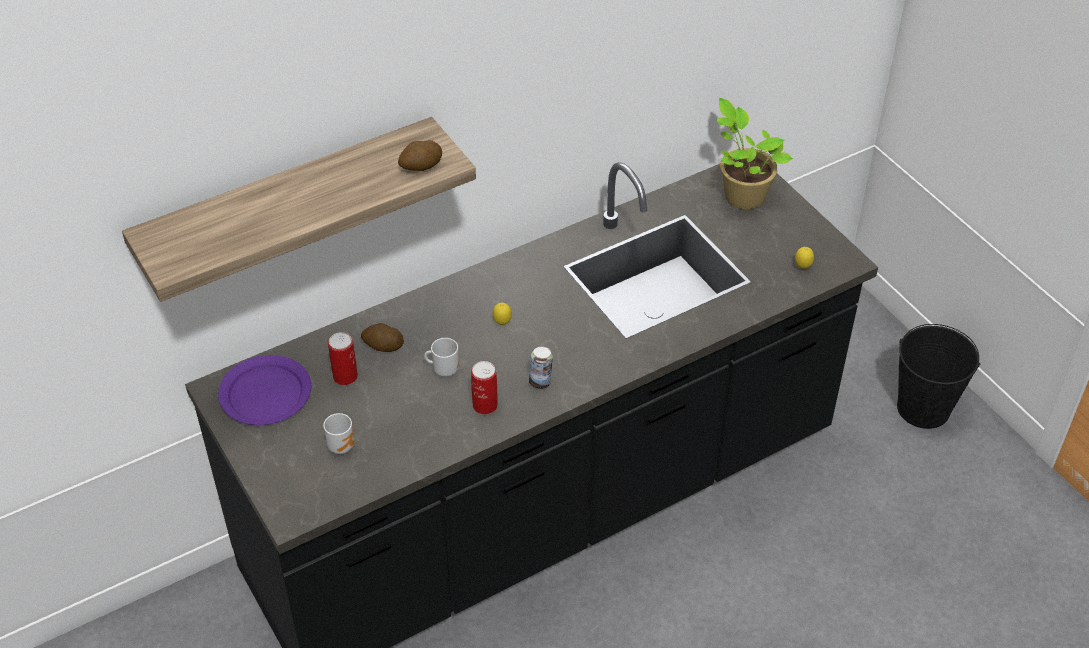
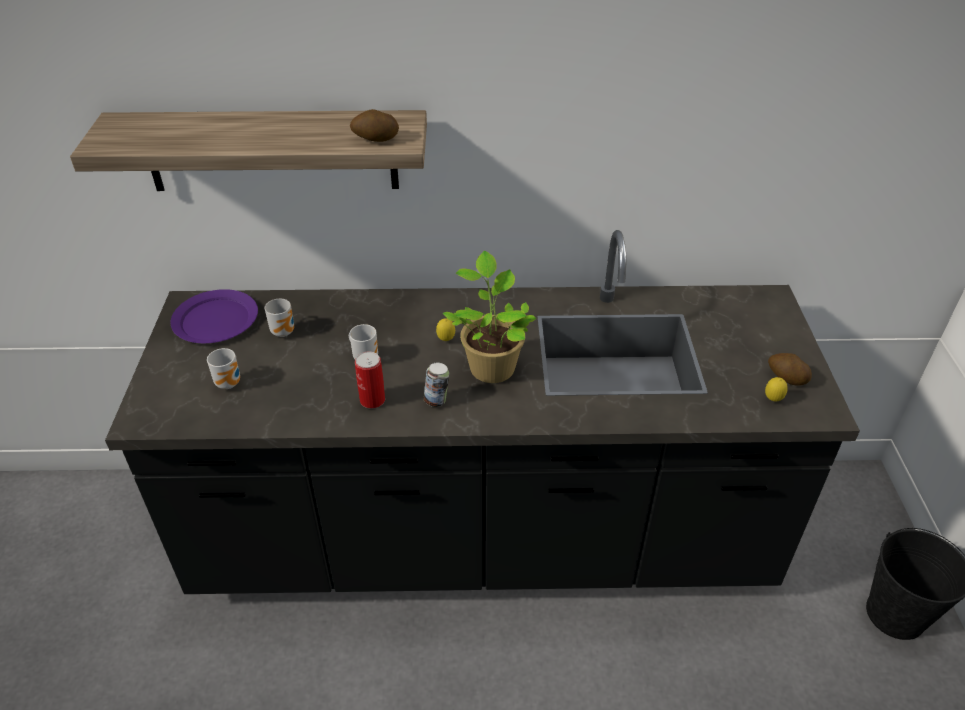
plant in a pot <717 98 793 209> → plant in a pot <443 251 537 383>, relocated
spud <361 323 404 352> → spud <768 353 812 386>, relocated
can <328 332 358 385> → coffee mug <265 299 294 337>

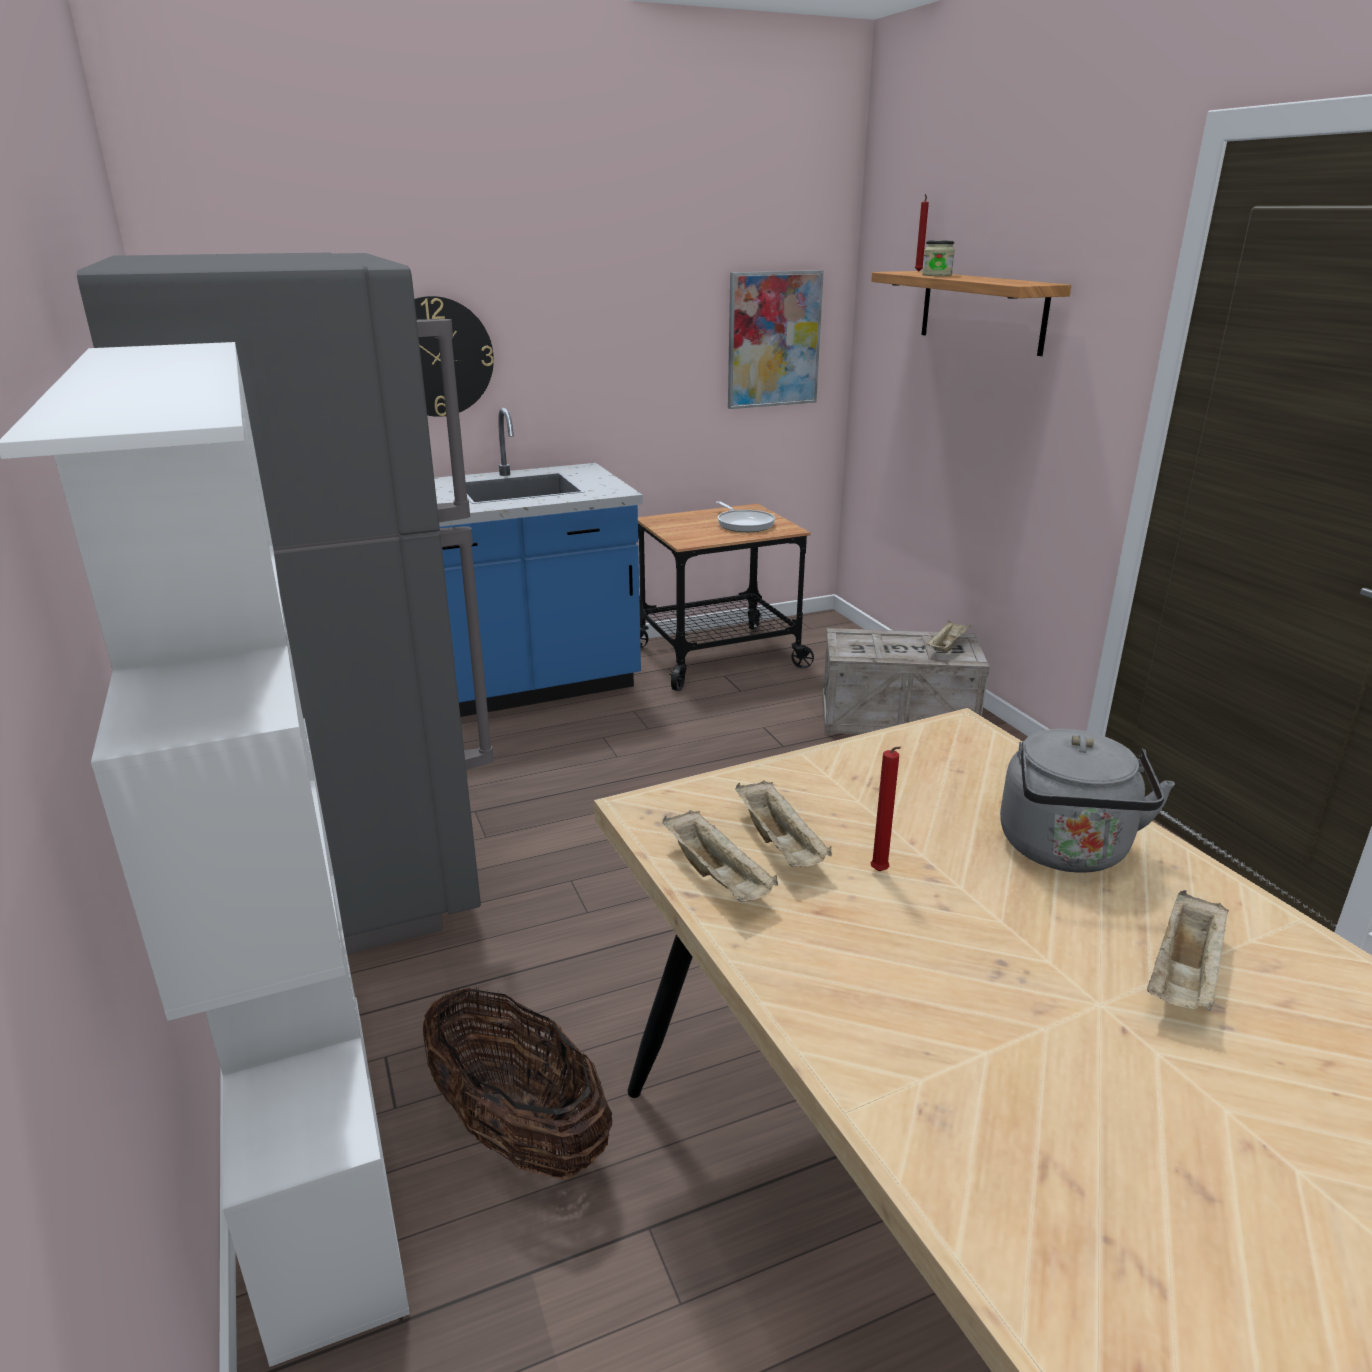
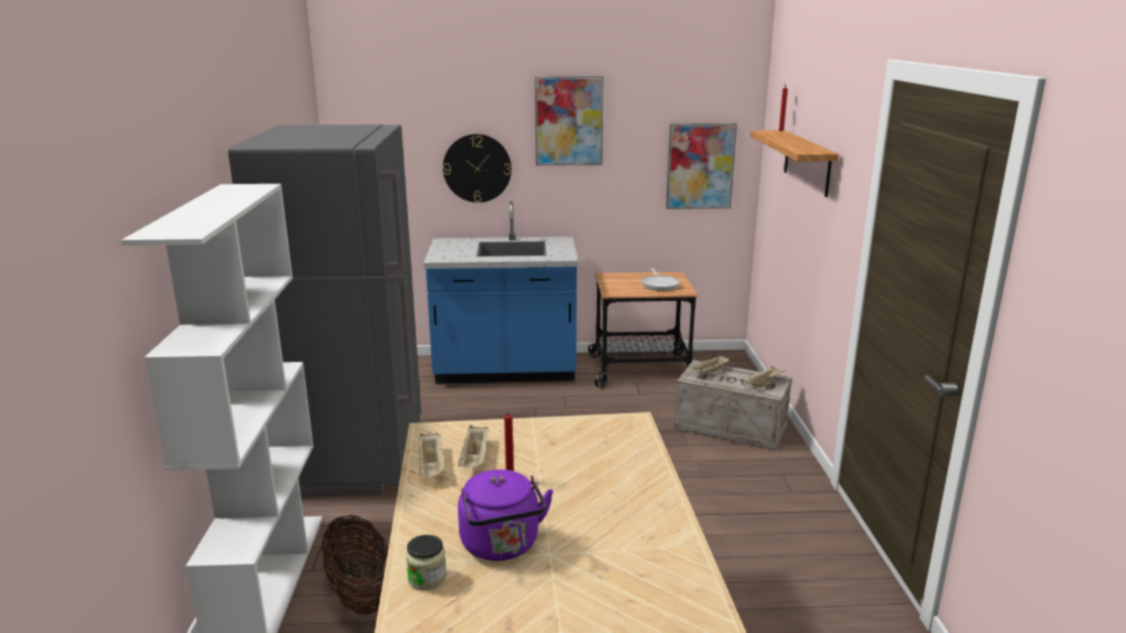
jar <922 240 955 276> → jar <406 535 447 591>, relocated
grey water kettle <1000 729 1175 873> → -
sand-coloured tray <1147 890 1229 1011> → sand-coloured tray <688 355 729 373>, relocated
- → wall picture <535 76 604 166>
- → purplish water kettle <458 469 553 561>

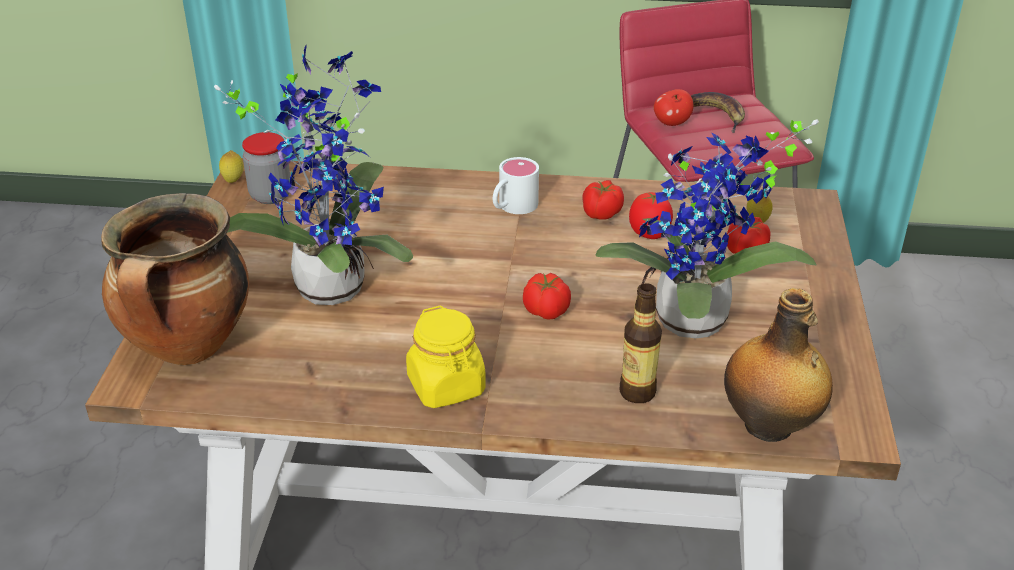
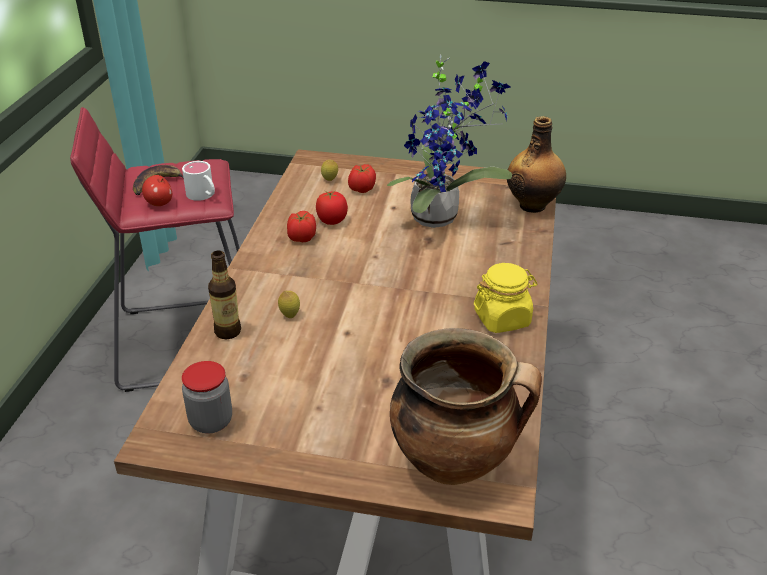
plant in a pot <214 45 413 305> → -
lemon <219 150 244 183> → lemon <278 291 300 318>, relocated
whitish coffee mug <493 157 539 214> → whitish coffee mug <182 161 215 201>, relocated
fresh tomato <523 273 571 320> → -
bottle <620 283 662 403> → bottle <208 250 241 339>, relocated

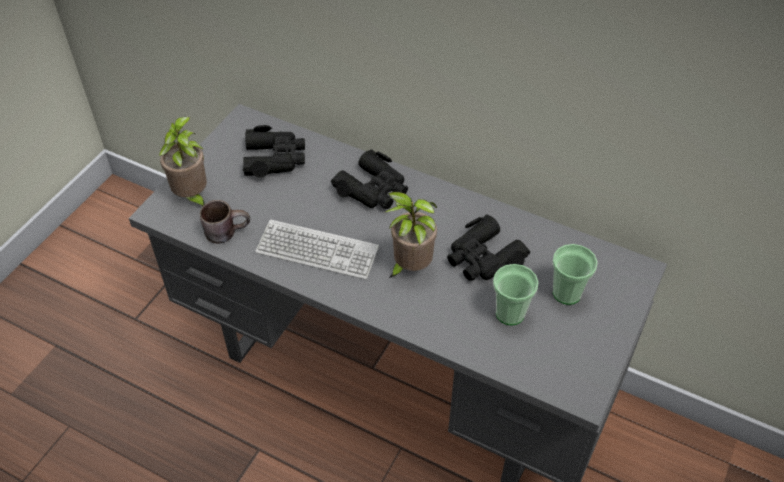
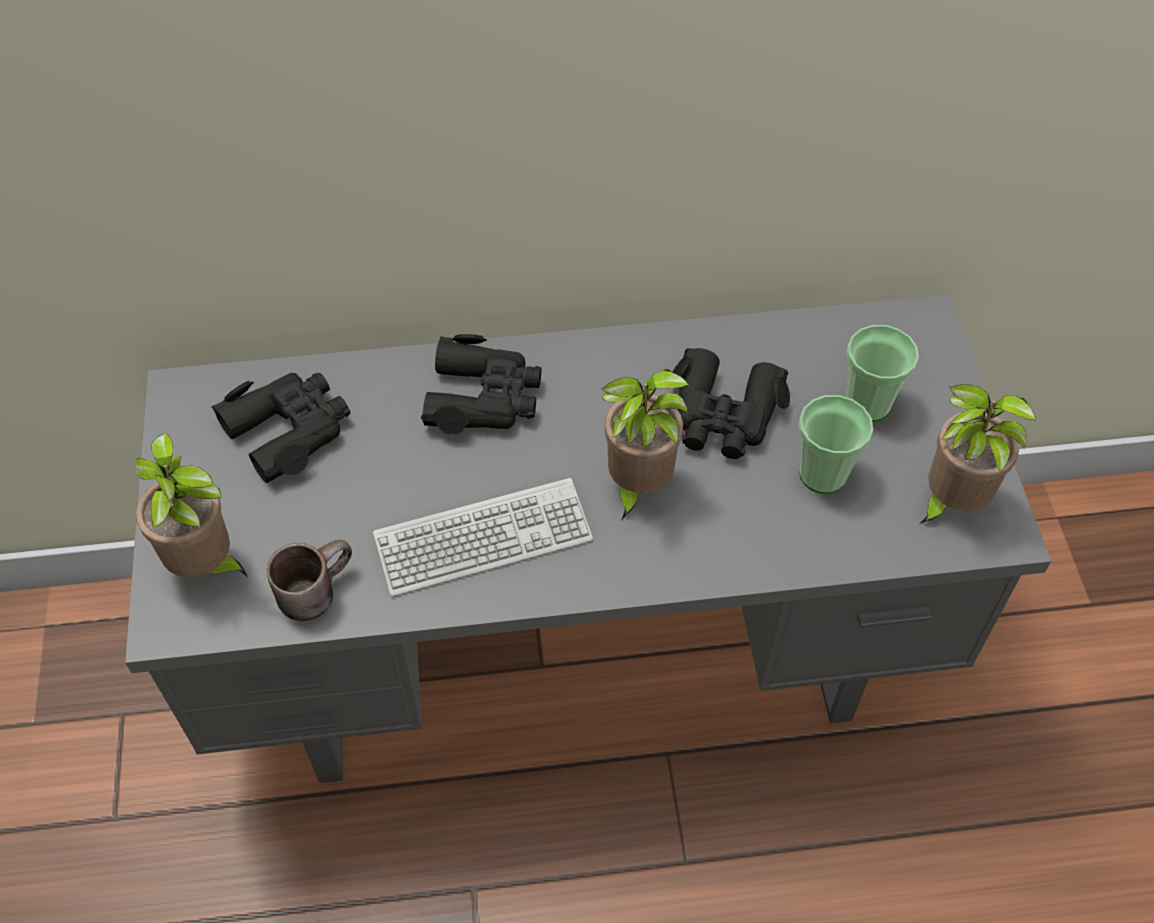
- → plant in a pot <919 385 1036 524>

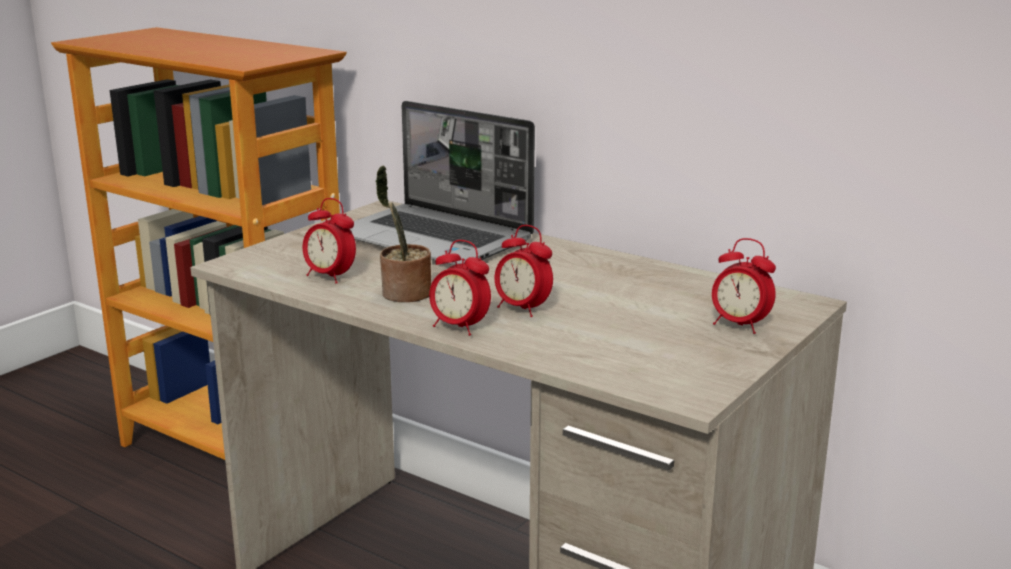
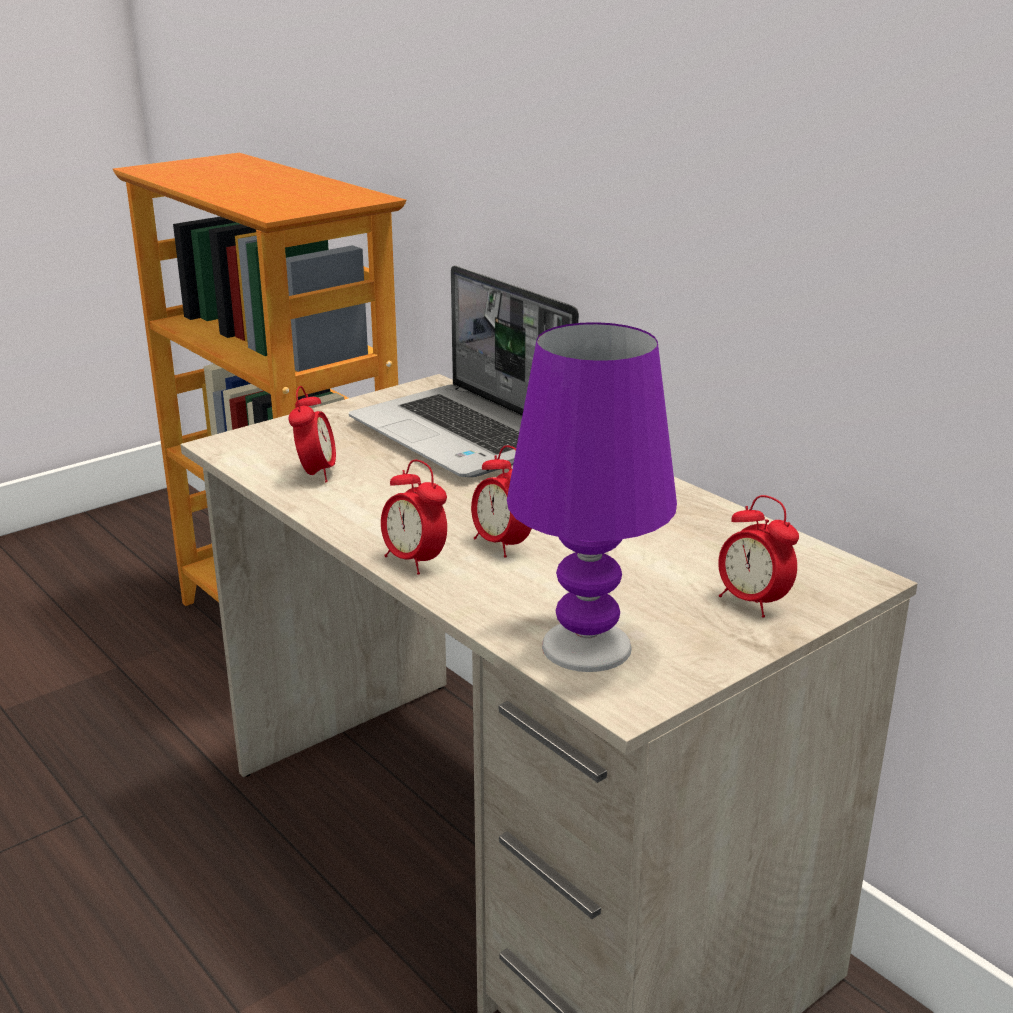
plant in a pot <375 166 431 302> → -
alarm clock <303 198 356 283> → alarm clock <289 386 336 482>, 135 degrees counterclockwise
- → purplish table lamp <507 322 677 672>

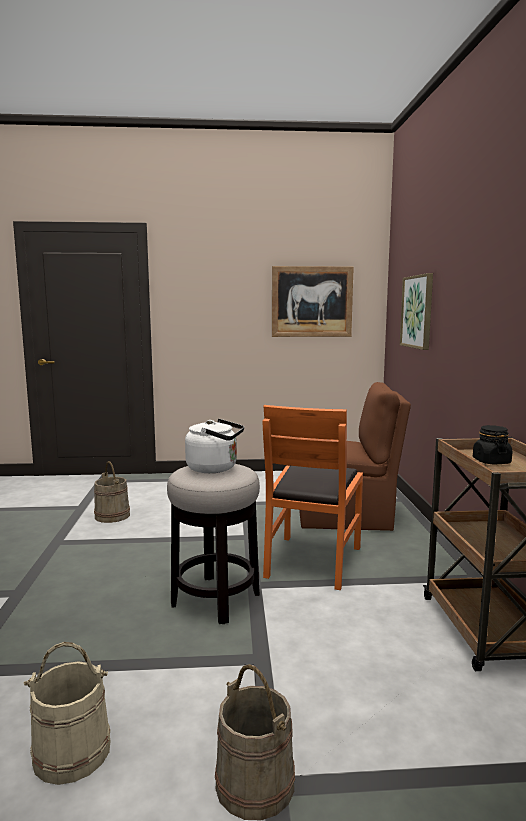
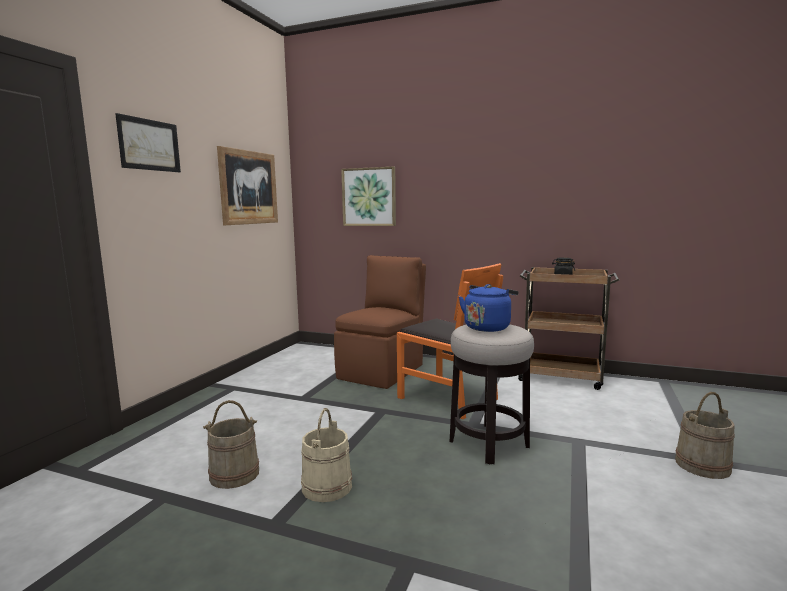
whitish water kettle <185 419 244 473> → bluish water kettle <459 284 519 332>
sand-coloured water bucket <24 642 110 785> → sand-coloured water bucket <301 408 352 502>, relocated
- → wall picture <115 113 181 172>

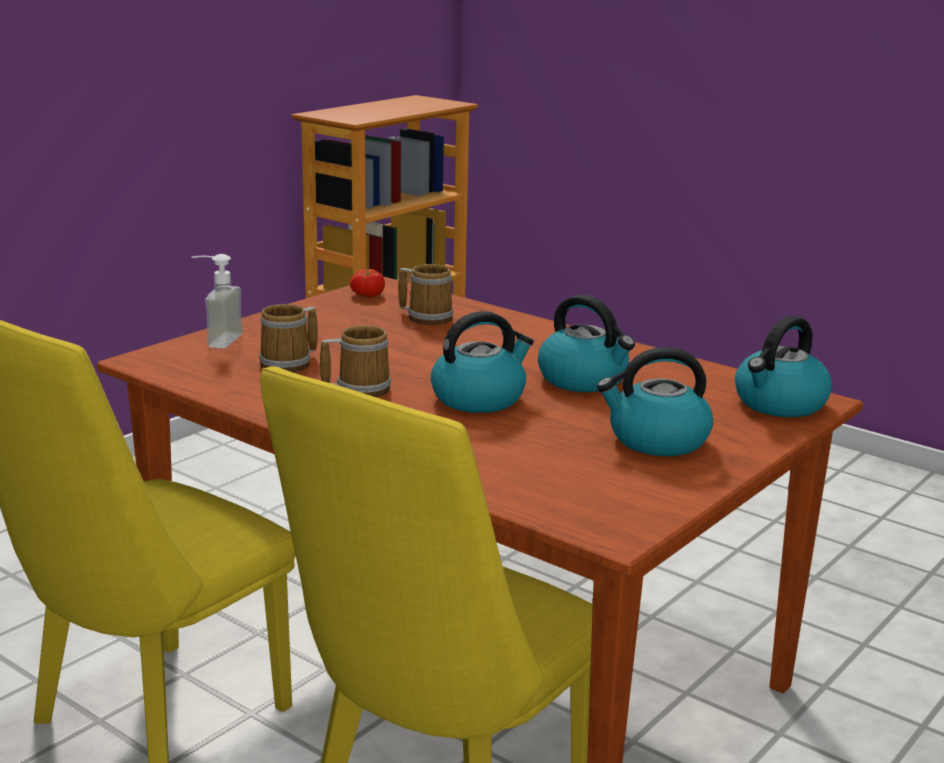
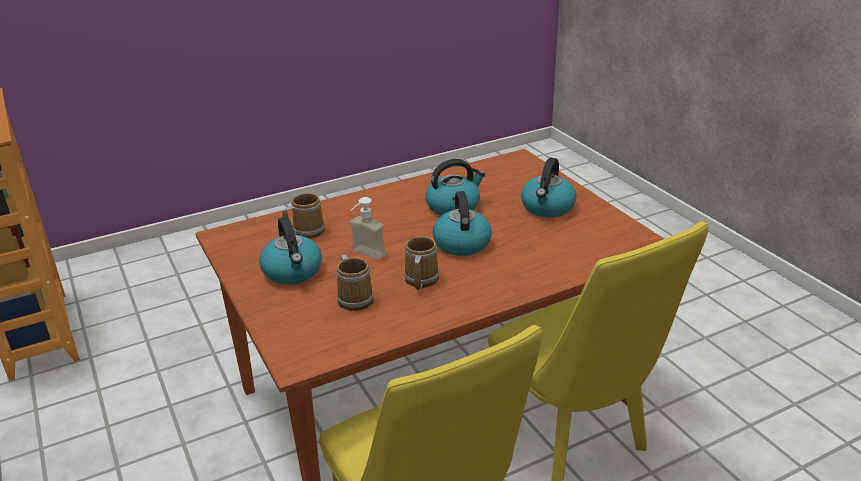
soap dispenser <192 254 243 349> → soap dispenser <350 197 386 260>, relocated
fresh tomato <350 269 385 297> → -
water kettle <735 316 832 417> → water kettle <259 217 322 284>, relocated

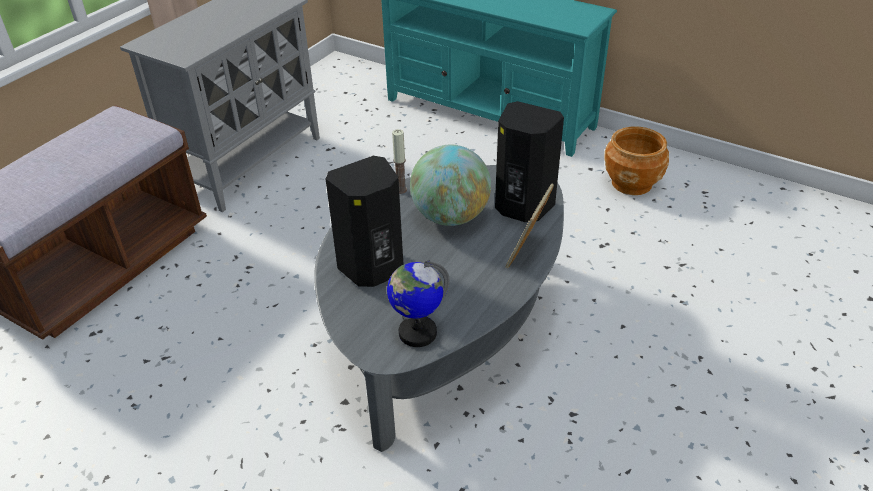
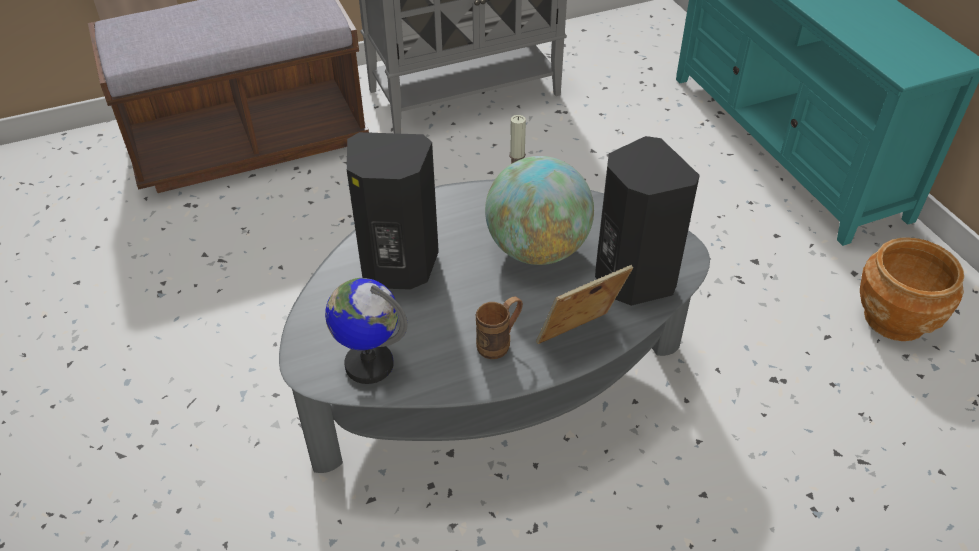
- → brownish coffee mug <476 296 523 359>

